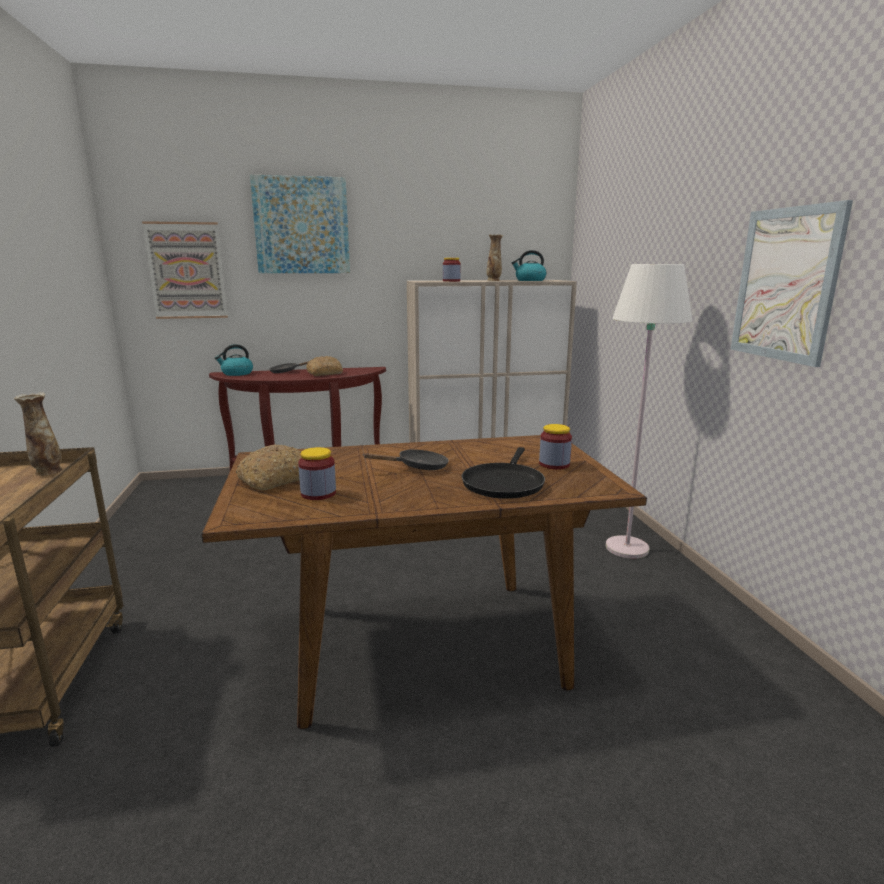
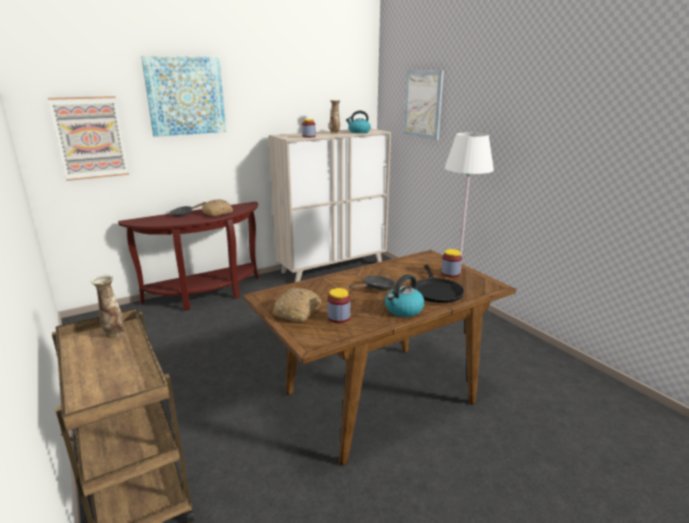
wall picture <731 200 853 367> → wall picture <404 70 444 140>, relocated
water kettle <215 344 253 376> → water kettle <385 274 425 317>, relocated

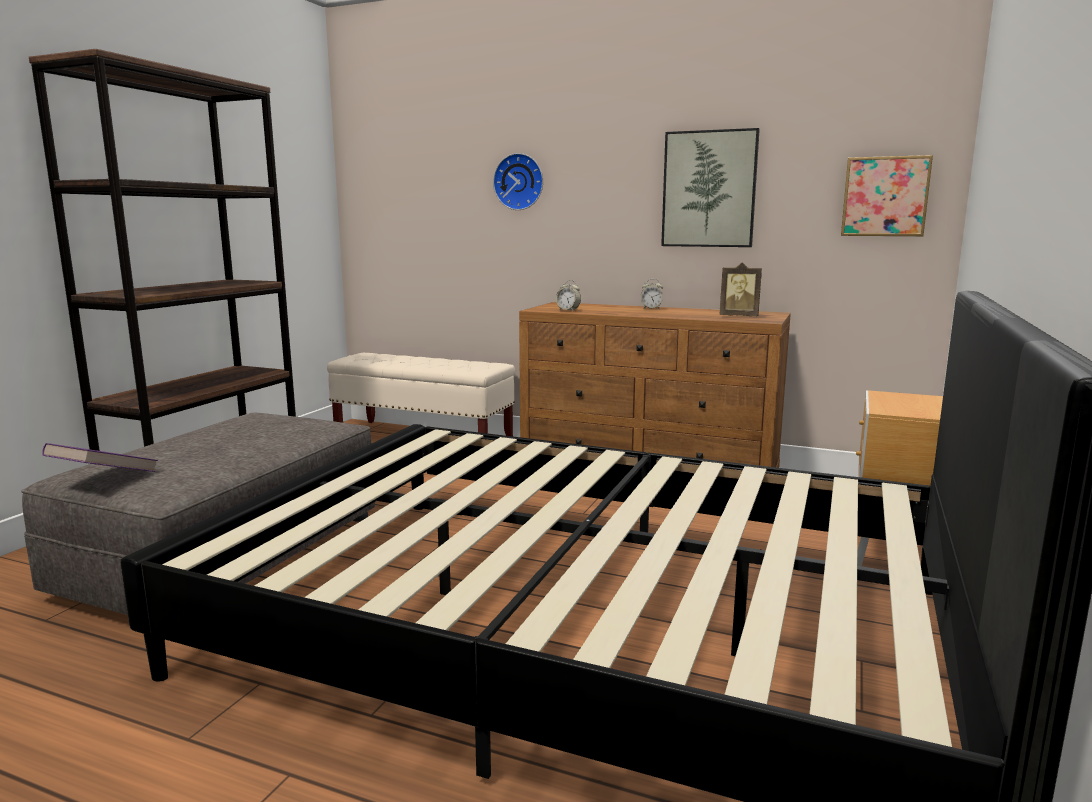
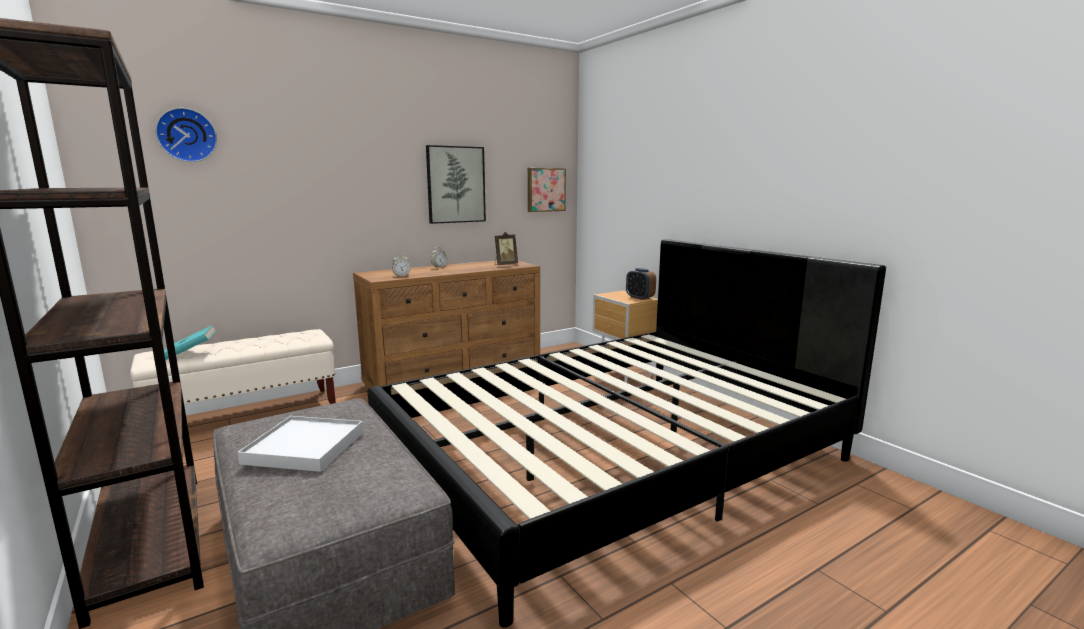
hanging clock <493 153 543 210> → hanging clock <155 108 217 162>, relocated
purplish book <42 443 158 472> → -
- → alarm clock <626 268 656 300>
- → turquoise book <164 325 216 360>
- → whitish tray <238 416 363 472>

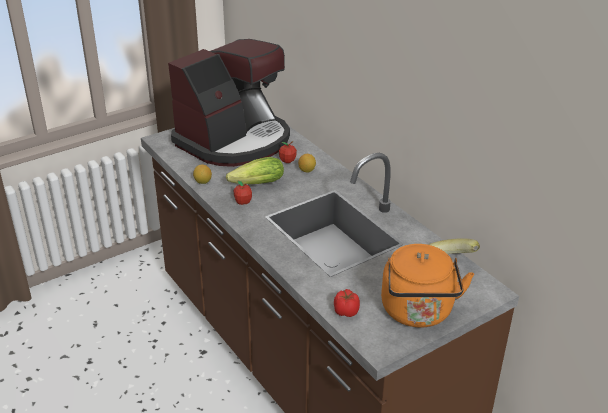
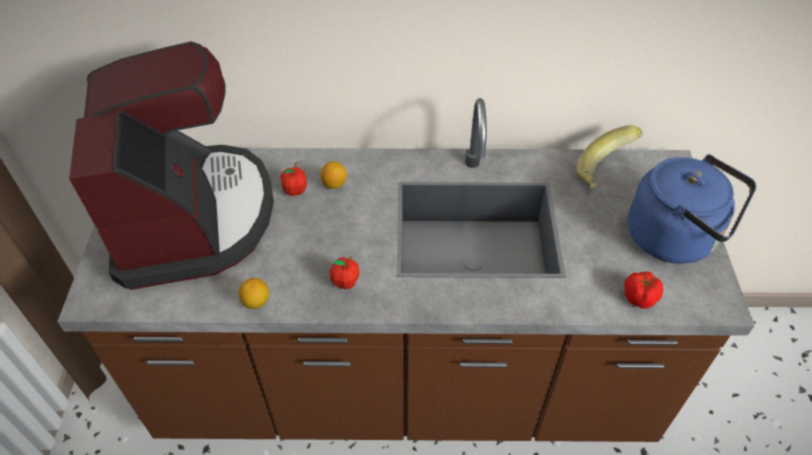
lettuce <226 157 284 184> → -
orange-coloured water kettle <381 244 474 328> → bluish water kettle <628 154 756 264>

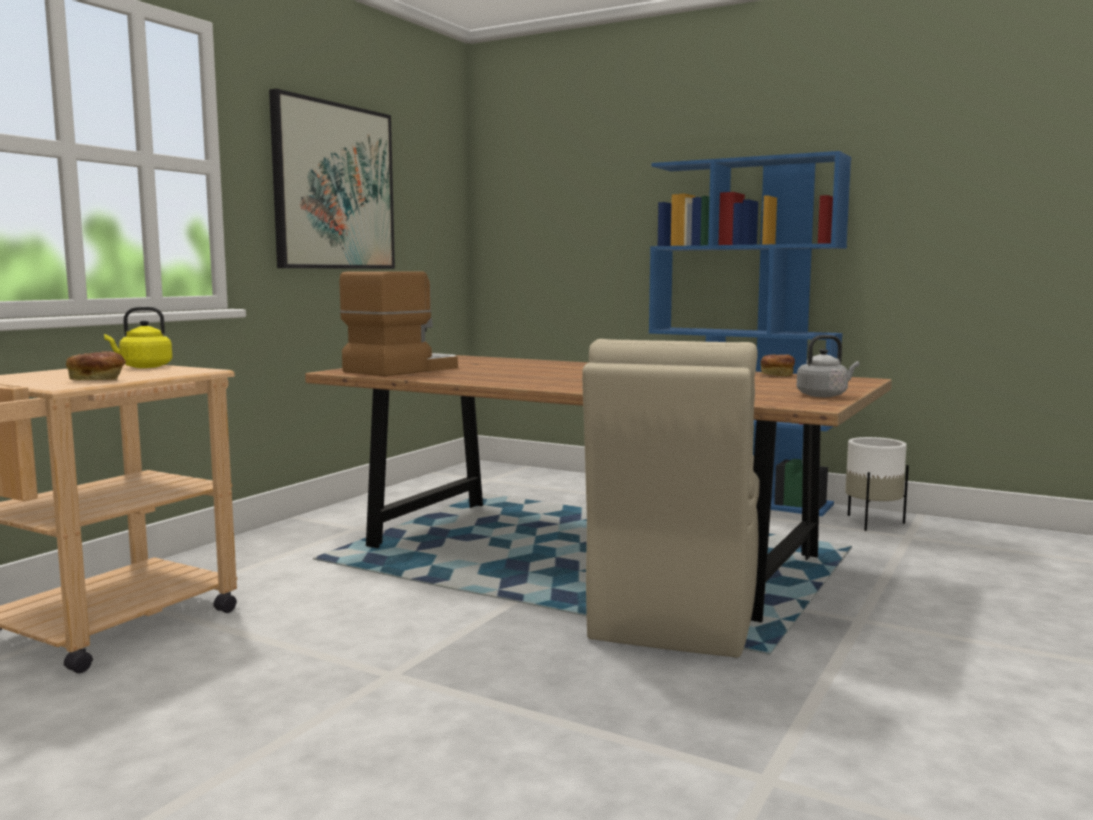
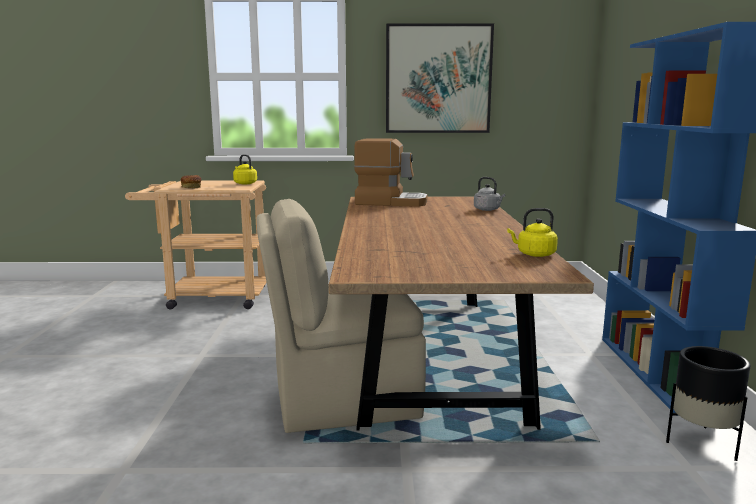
grey water kettle <797 335 860 397> → grey water kettle <474 177 505 211>, relocated
bread <760 354 795 377> → yellow water kettle <507 208 558 257>
whitish flower pot <845 437 909 531> → black flower pot <666 346 751 461>

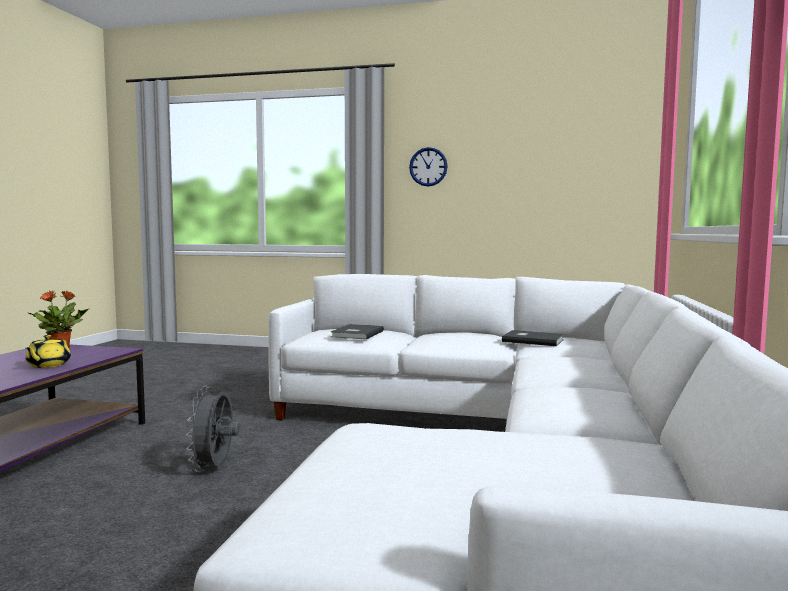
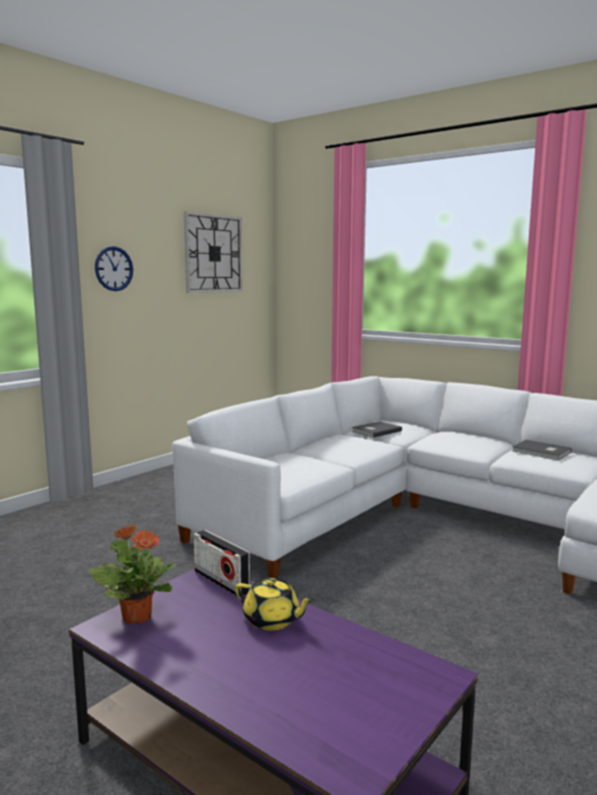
grey book <331 324 384 339> → grey book <512 440 572 460>, relocated
grey cooling fan <186 386 240 472> → -
- → hanging clock <184 211 243 293>
- → radio set <194 530 251 597>

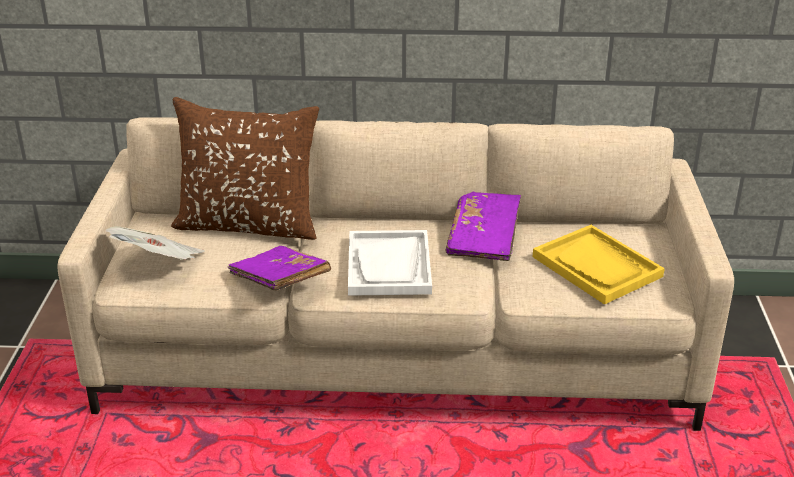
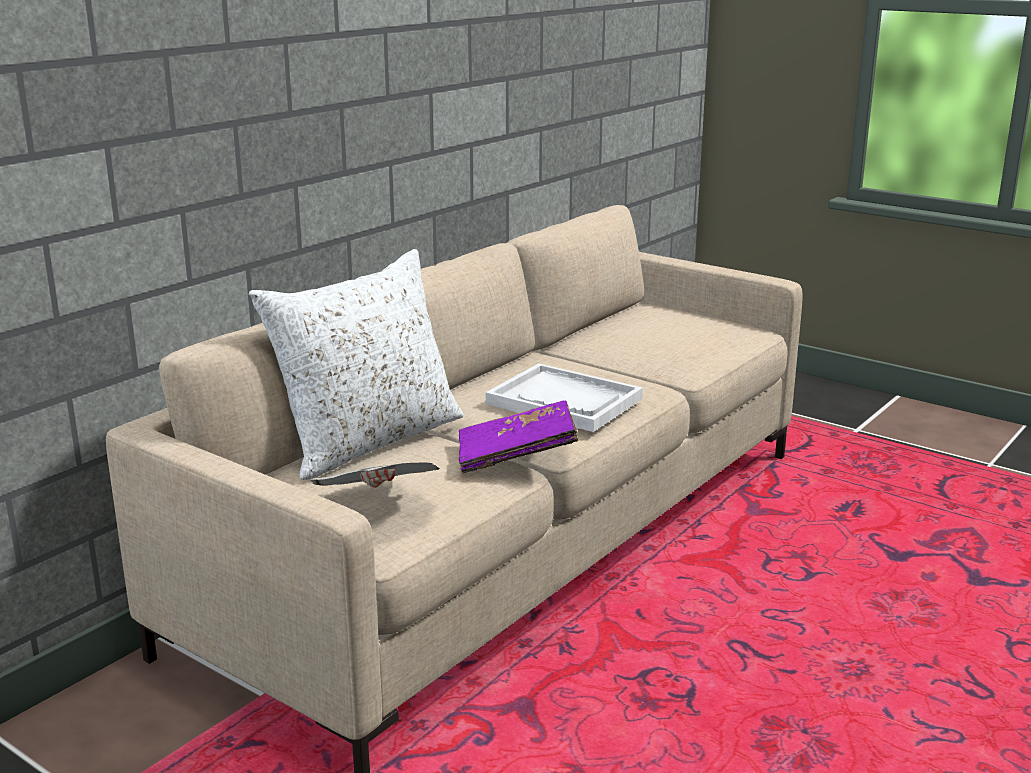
brownish pillow <171 97 319 240> → whitish pillow <249 249 464 480>
purplish book <445 192 521 261> → -
yellow tray <533 225 665 305> → -

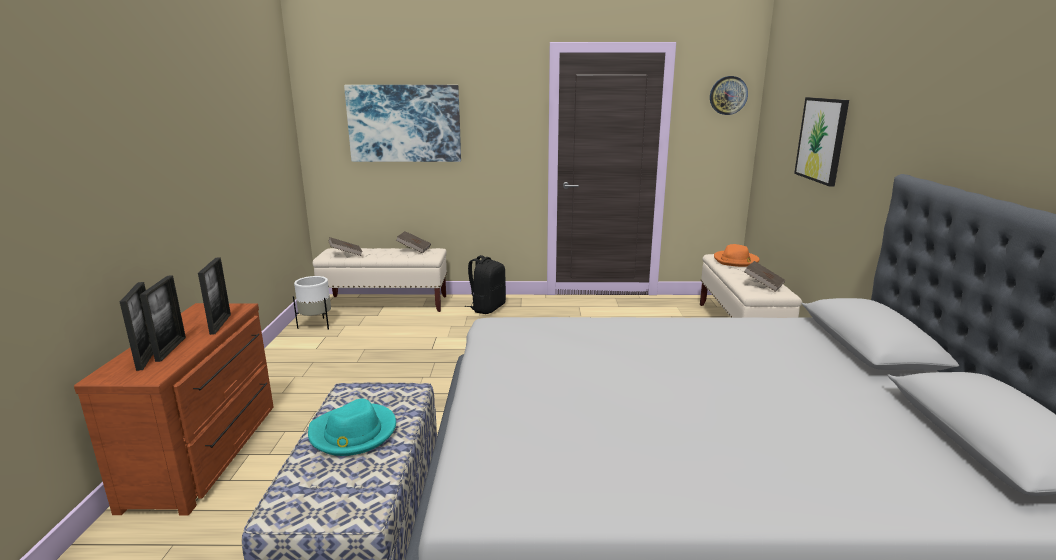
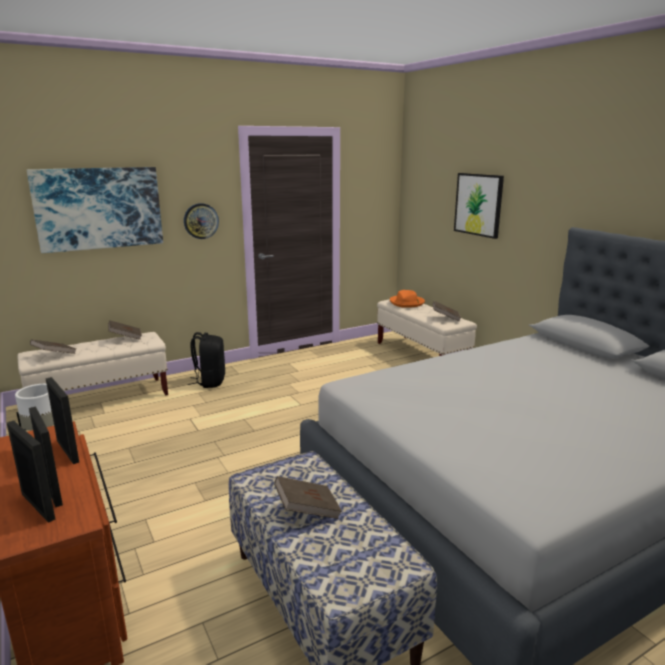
hanging clock <710 76 748 115> → hanging clock <184 203 219 239>, relocated
turquoise clothing hat <308 399 396 456> → brownish book <274 476 342 519>

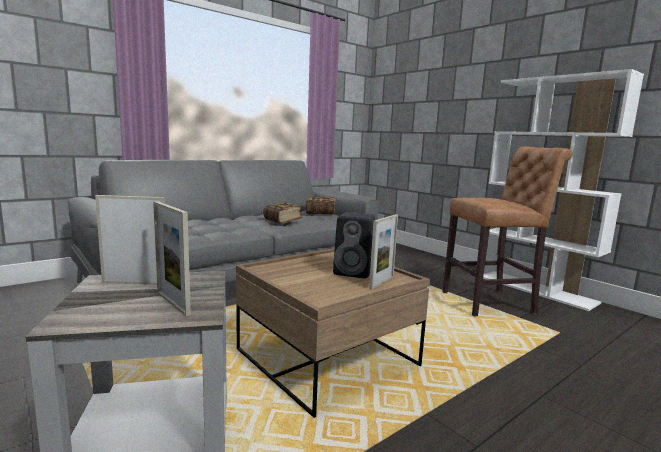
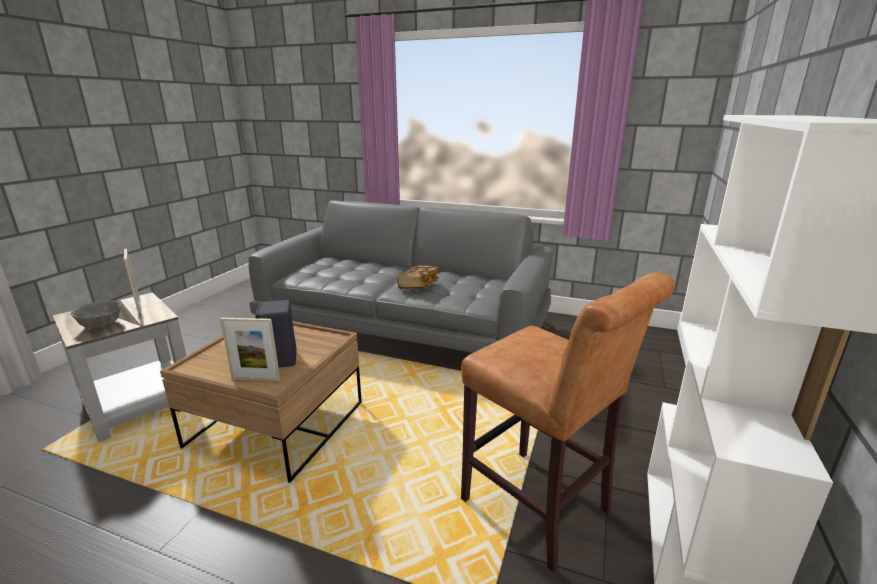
book <306 197 336 214> → -
picture frame <153 201 191 316> → grey bowl <70 300 121 328>

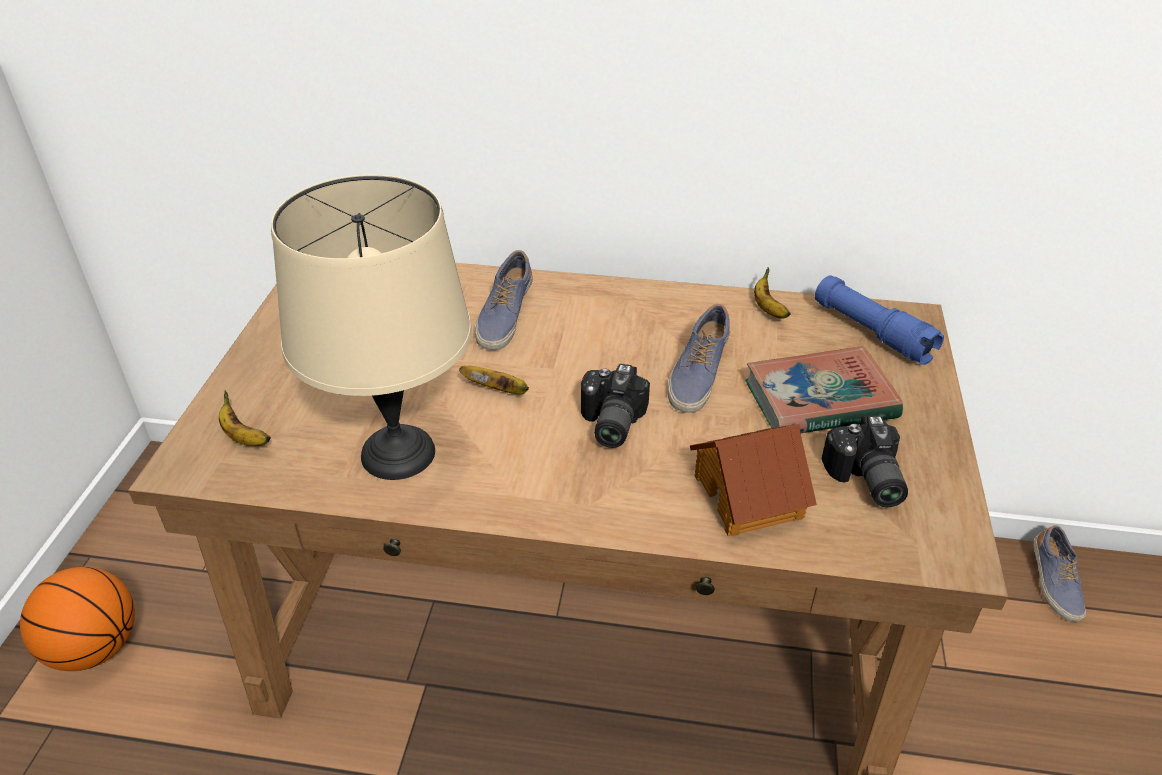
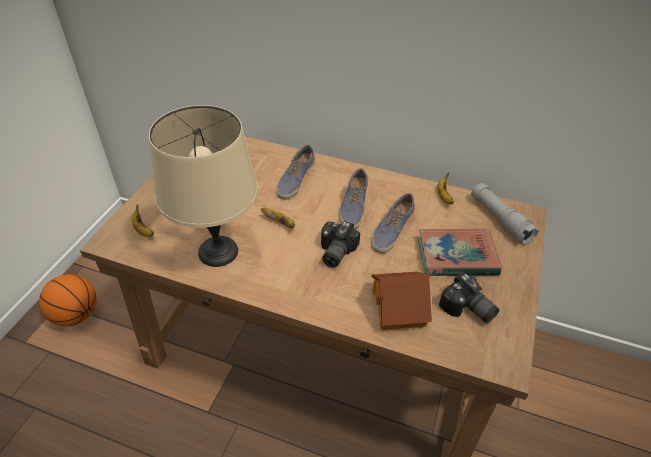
bluish torch <815 275 944 365> → grey torch <471 183 539 245>
photo camera <822 415 908 507> → photo camera <439 272 499 323>, 45 degrees counterclockwise
item of footwear <1033 525 1086 622> → item of footwear <339 168 368 230>, relocated

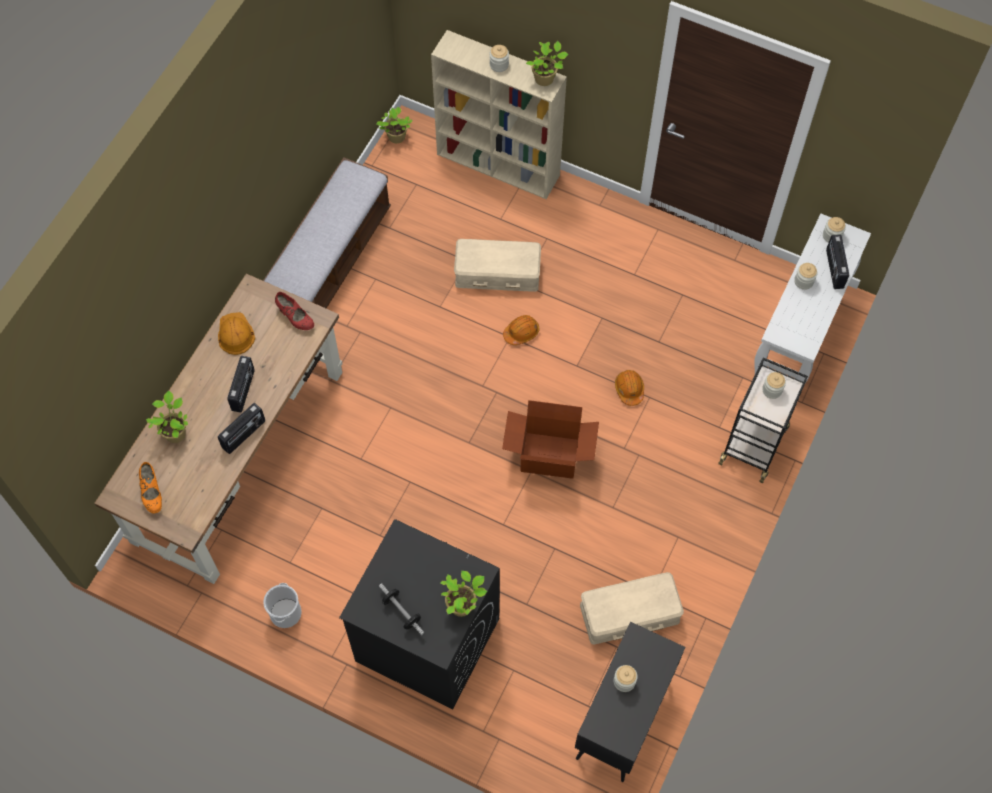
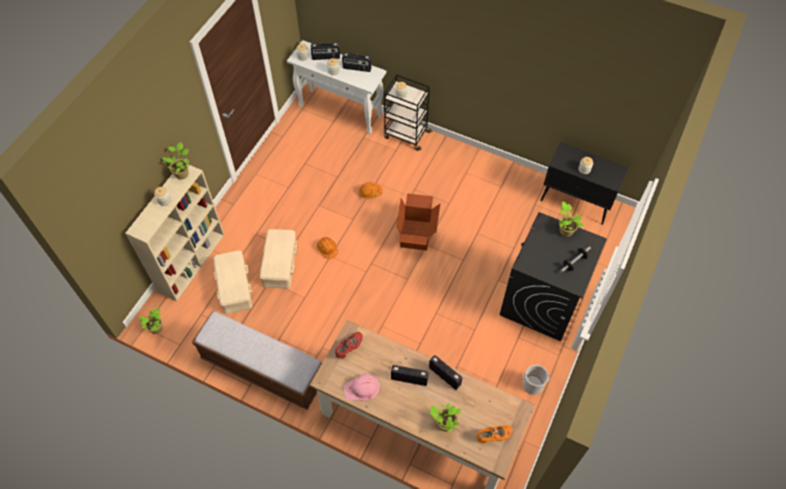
orange-coloured safety helmet <218 312 255 355> → pinkish safety helmet <344 374 380 401>
sand-coloured storage box <580 572 684 645> → sand-coloured storage box <213 251 252 314>, relocated
- → radio set <342 53 372 72>

